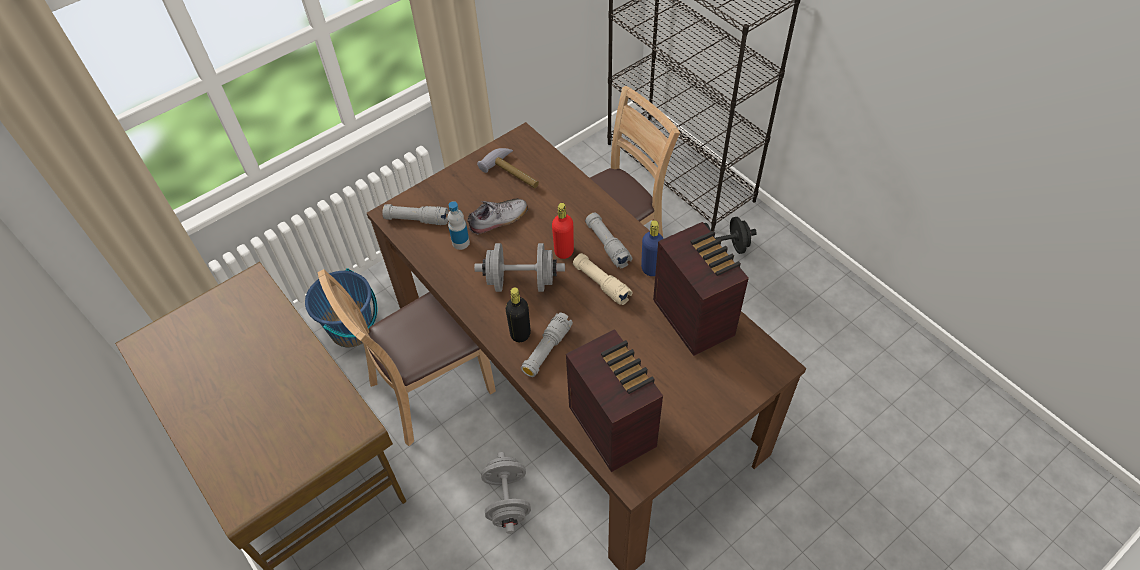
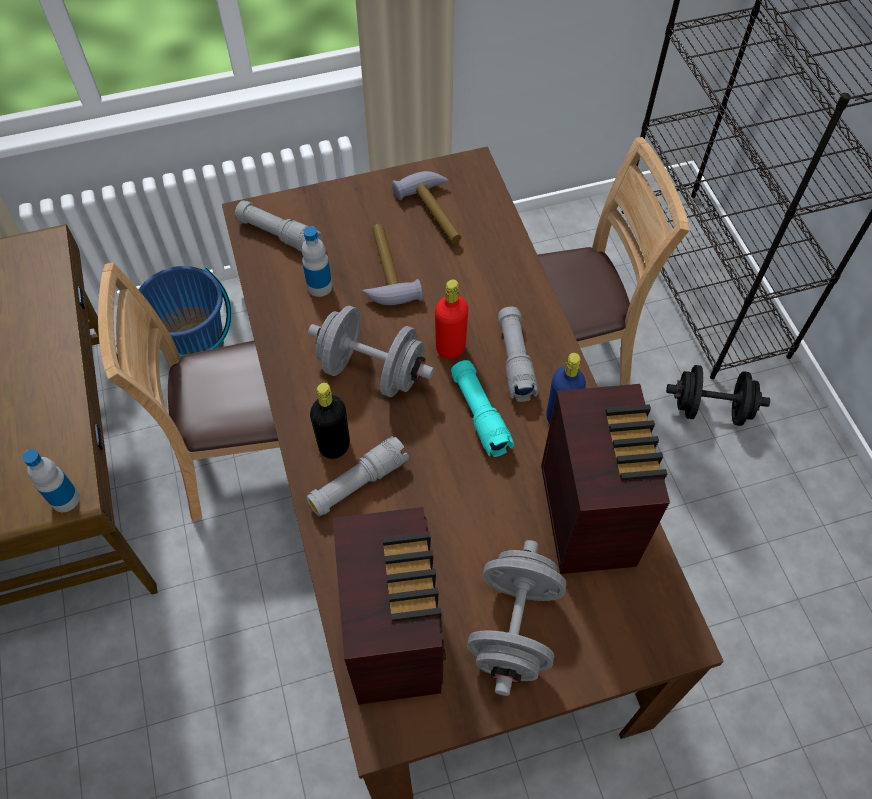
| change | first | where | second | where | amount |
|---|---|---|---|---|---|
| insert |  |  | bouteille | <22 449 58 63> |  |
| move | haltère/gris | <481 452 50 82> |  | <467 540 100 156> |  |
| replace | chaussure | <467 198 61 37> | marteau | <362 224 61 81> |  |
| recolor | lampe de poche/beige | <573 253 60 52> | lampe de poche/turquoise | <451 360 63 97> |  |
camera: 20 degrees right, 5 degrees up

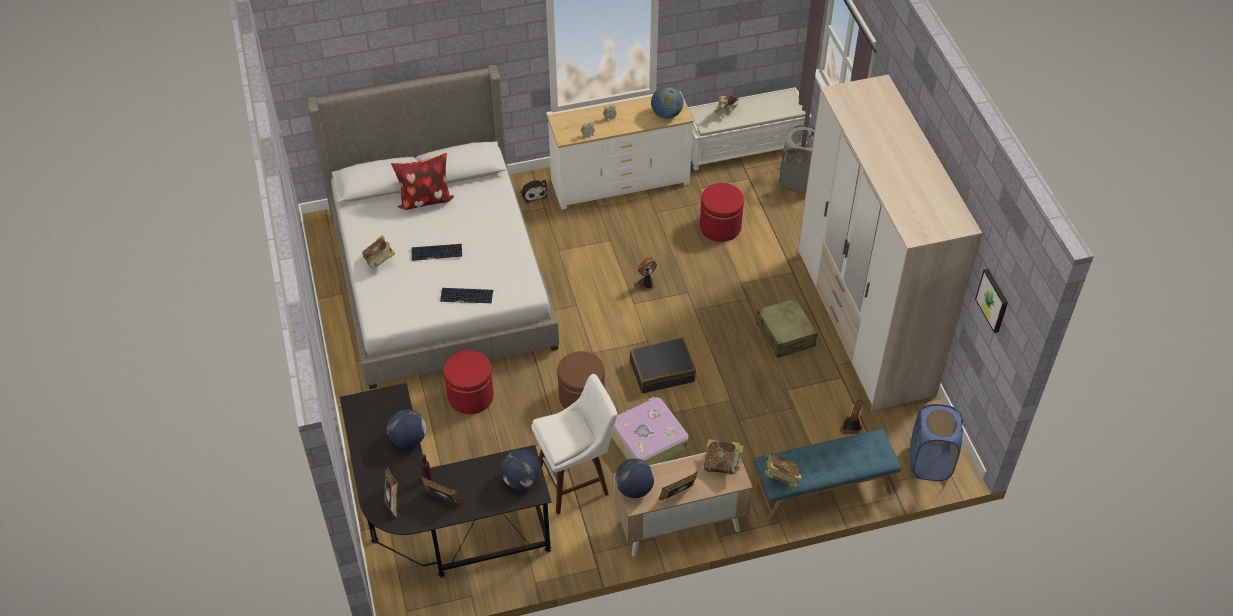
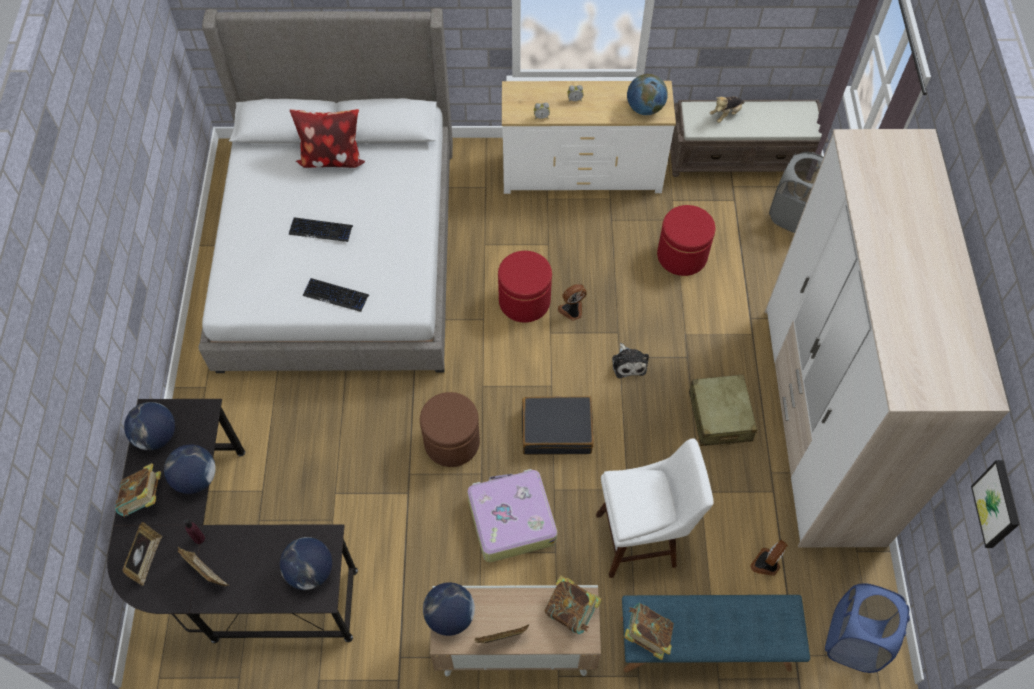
| change | first | where | second | where | amount |
|---|---|---|---|---|---|
| insert |  |  | globe | <124 402 51 48> |  |
| move | livre | <362 235 33 34> |  | <115 463 46 54> |  |
| move | pouf/rouge | <444 350 50 64> |  | <498 251 54 71> |  |
| move | peluche | <520 180 28 24> |  | <612 343 37 35> |  |
| move | tabouret/blanc | <531 374 86 141> |  | <596 438 118 140> |  |
| recolor | banc/blanc | <688 87 124 84> | banc/marron | <670 100 159 77> |  |
camera: 15 degrees right, 10 degrees up

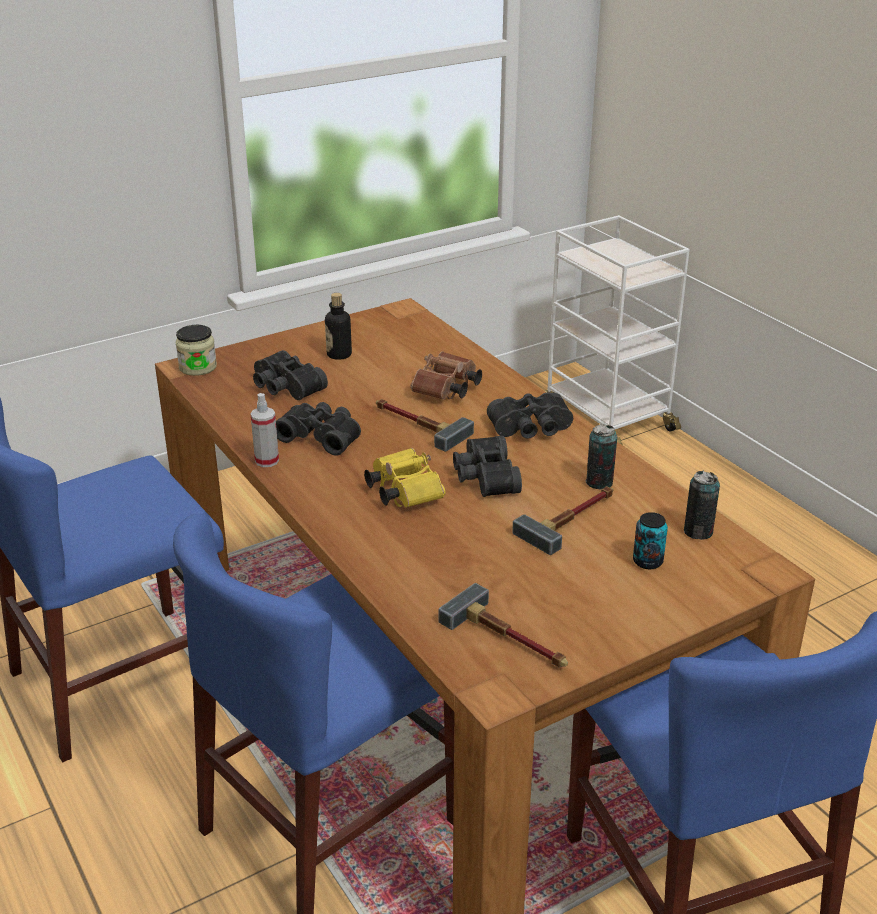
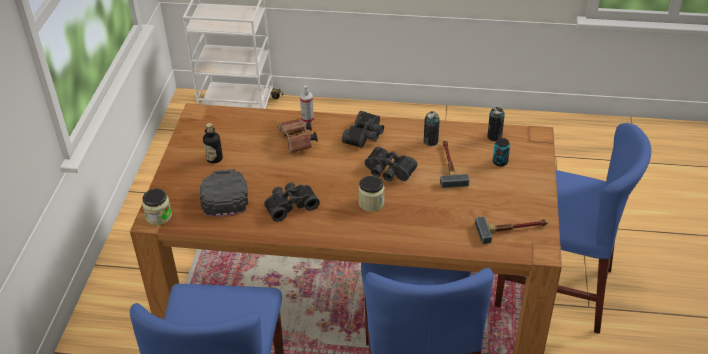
| change | first | where | second | where | amount |
|---|---|---|---|---|---|
| delete | marteau | <376 399 98 53> |  |  |  |
| move | vaporisateur | <250 393 29 74> |  | <300 85 14 39> |  |
| replace | jumelles/noir | <253 350 75 50> | casquette/noir | <200 169 48 48> |  |
| replace | jumelles/jaune | <364 448 81 60> | bocal | <358 176 26 36> |  |
camera: 50 degrees left, 10 degrees up

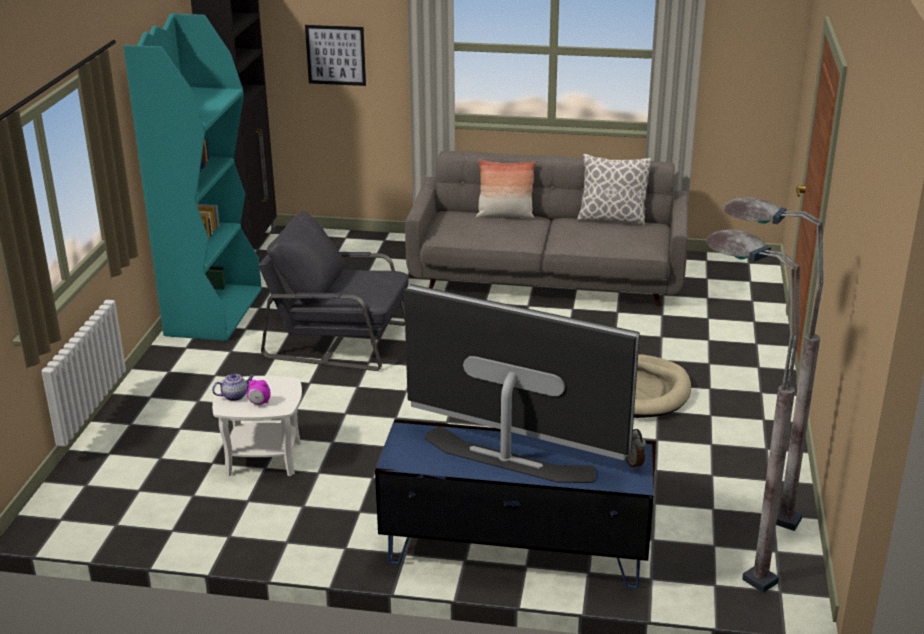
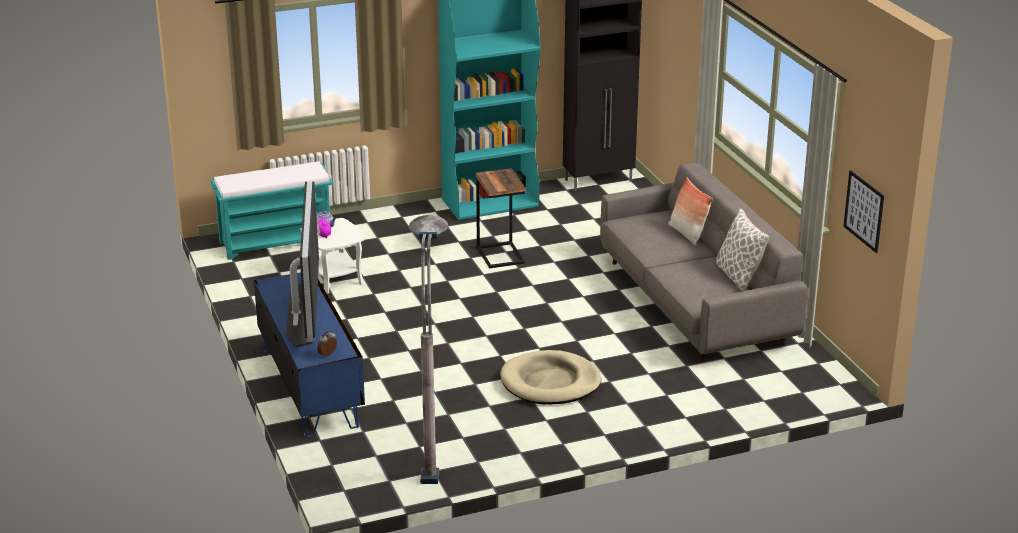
| change | first | where | second | where | amount |
|---|---|---|---|---|---|
| delete | lampadaire/gris | <706 230 94 363> |  |  |  |
| insert |  |  | banc/turquoise | <211 161 122 99> |  |
| move | tableau | <305 25 61 61> |  | <843 170 41 83> |  |
| replace | fauteuil/gris | <258 211 151 160> | table d'appoint | <476 168 50 100> |  |
camera: 60 degrees right, 0 degrees up

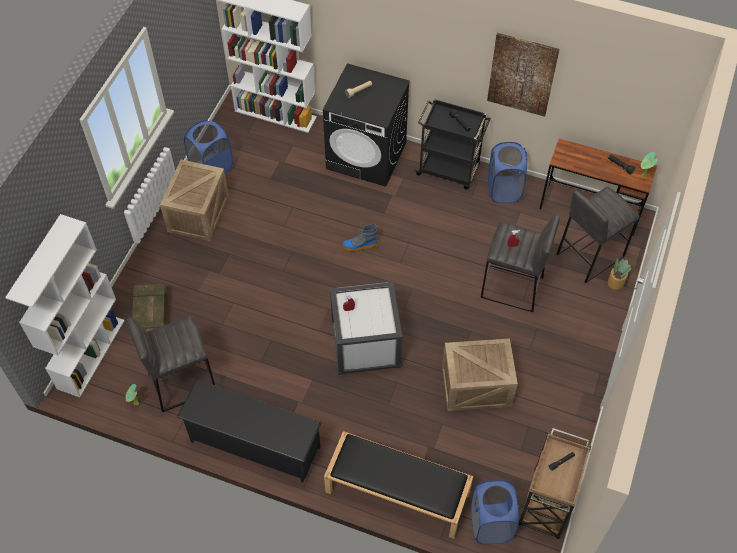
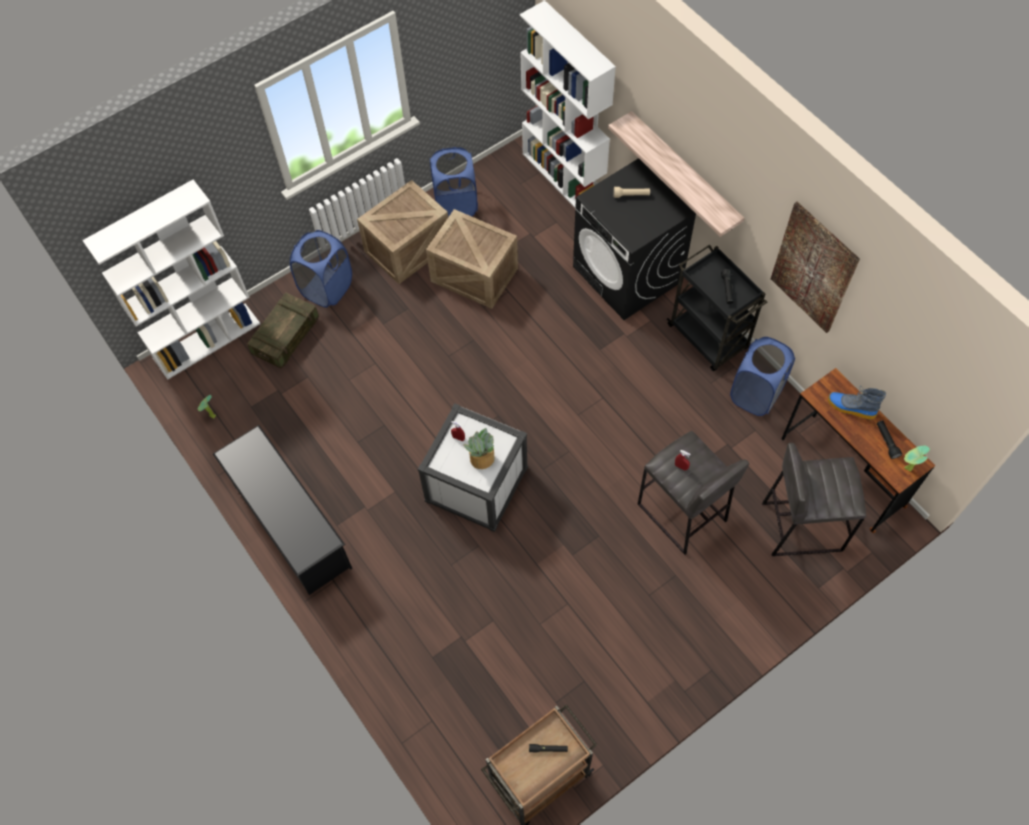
| change | first | where | second | where | amount |
|---|---|---|---|---|---|
| delete | tabouret/gris | <127 316 88 96> |  |  |  |
| delete | banc/noir | <324 431 149 108> |  |  |  |
| insert |  |  | étagère | <608 111 137 126> |  |
| move | botte | <343 224 35 27> |  | <828 386 58 34> |  |
| move | caisse | <442 338 76 73> |  | <426 209 92 100> |  |
| move | panier à linge/bleu | <471 480 48 64> |  | <290 230 62 78> |  |
| move | plante en pot | <608 258 24 32> |  | <463 428 32 41> |  |
camera: 35 degrees right, 5 degrees up

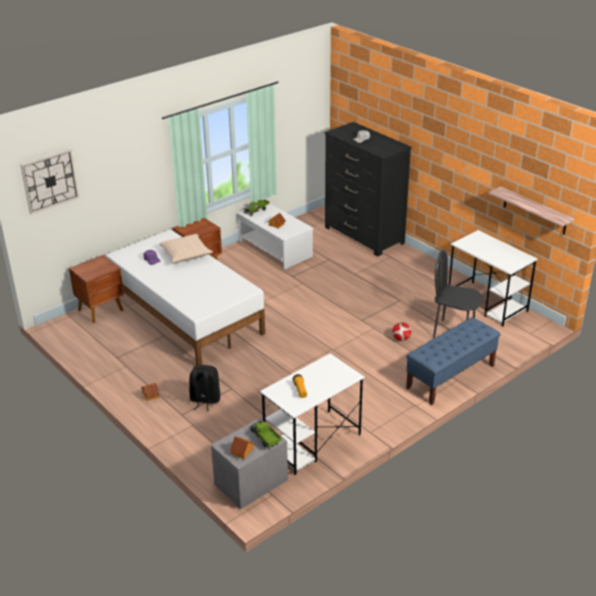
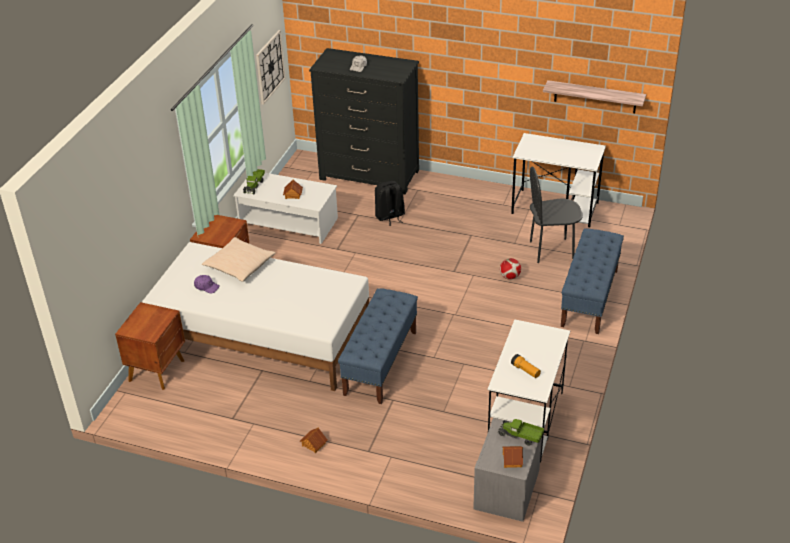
| change | first | where | second | where | amount |
|---|---|---|---|---|---|
| insert |  |  | banc/bleu | <338 288 80 116> |  |
| move | horloge murale | <21 149 58 65> |  | <256 30 30 75> |  |
| move | sac à dos/noir | <189 365 31 46> |  | <375 181 30 45> |  |
camera: 30 degrees left, 5 degrees up

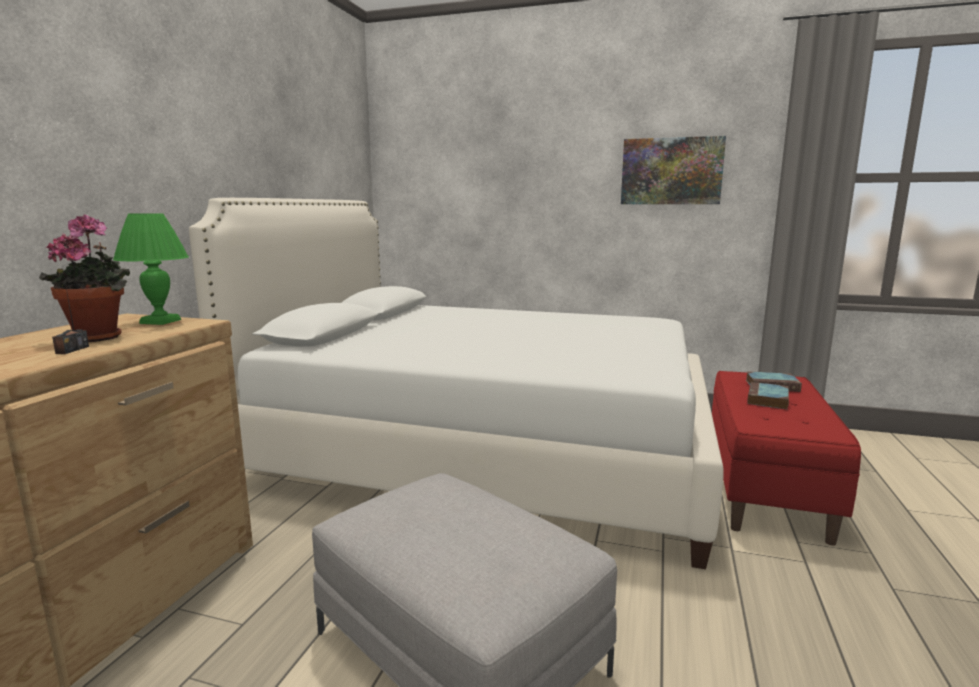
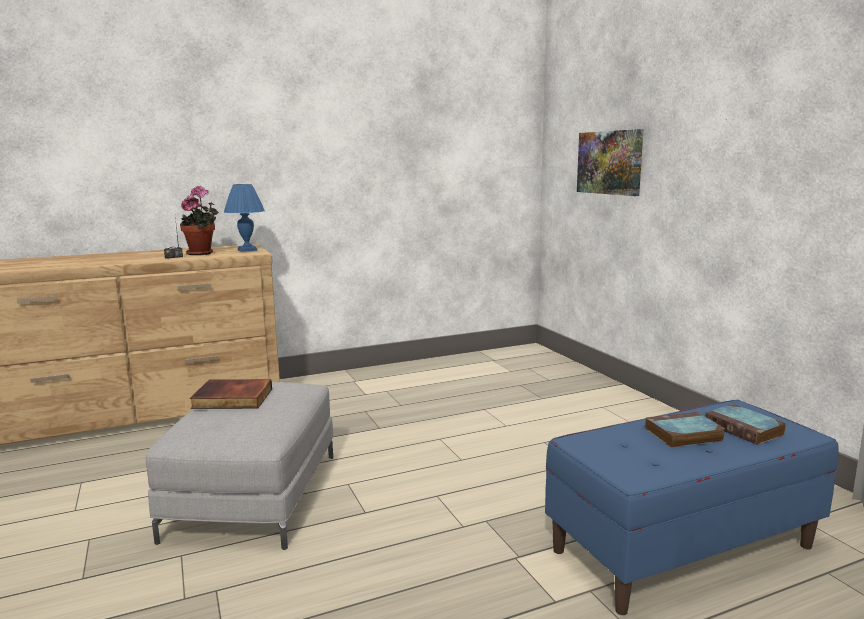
| change | first | where | second | where | amount |
|---|---|---|---|---|---|
| delete | lit/blanc | <189 198 535 371> |  |  |  |
| insert |  |  | livre | <190 379 82 30> |  |
| move | tableau | <621 136 105 68> |  | <577 129 67 67> |  |
| recolor | lampe de table/vert | <113 213 76 112> | lampe de table/bleu | <224 184 41 68> |  |
| recolor | banc/rouge | <712 371 149 175> | banc/bleu | <545 400 294 215> |  |
camera: 50 degrees right, 0 degrees up

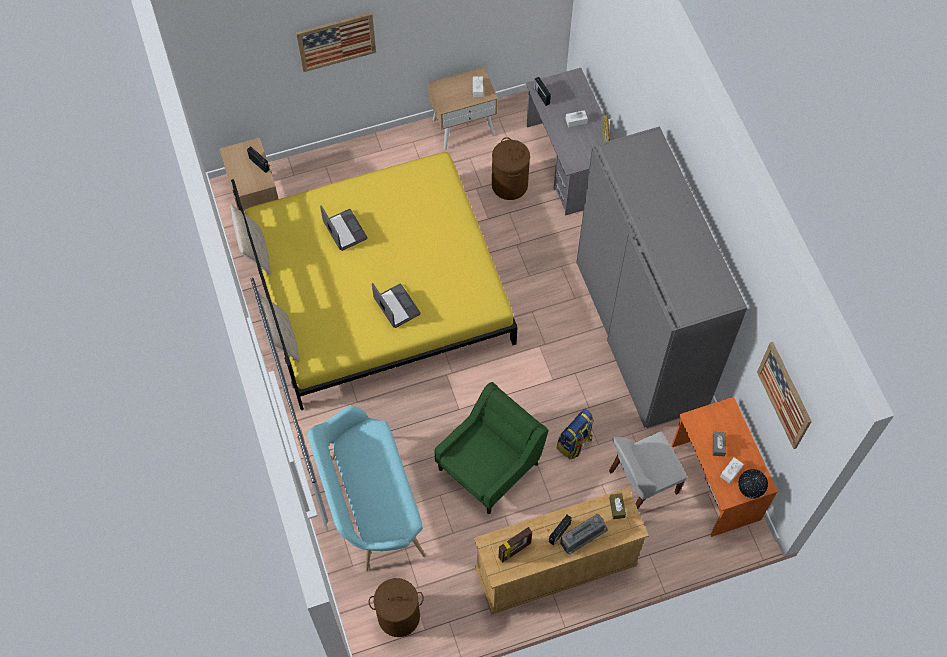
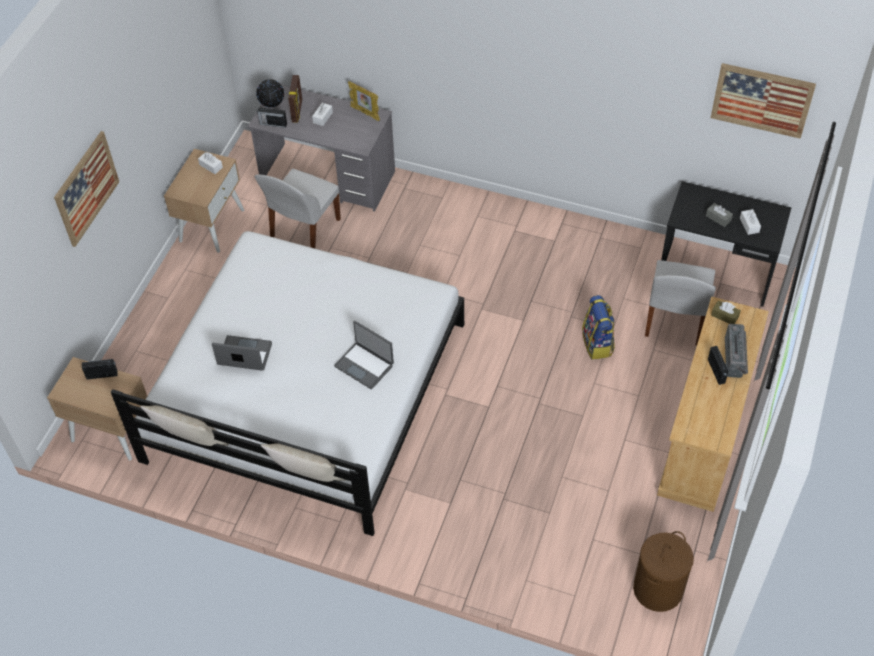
| change | first | where | second | where | amount |
|---|---|---|---|---|---|
| delete | banc/turquoise | <308 406 118 165> |  |  |  |
| delete | fauteuil/vert | <434 382 114 132> |  |  |  |
| delete | armoire/gris | <576 127 171 301> |  |  |  |
| move | cadre photo | <498 527 34 36> |  | <288 75 14 48> |  |
| move | globe | <738 469 30 30> |  | <256 79 28 29> |  |
| replace | panier à linge/marron | <492 137 38 63> | chaise/blanc | <254 169 87 79> |  |
| recolor | lit/jaune | <231 152 287 258> | lit/blanc | <111 231 353 305> |  |
| recolor | bureau/orange | <672 397 106 140> | bureau/noir | <661 181 130 126> |  |
| rotate | ordinateur portable | <372 283 49 45> |  | <334 321 60 68> | 150 degrees counterclockwise |
camera: 50 degrees left, 10 degrees down

